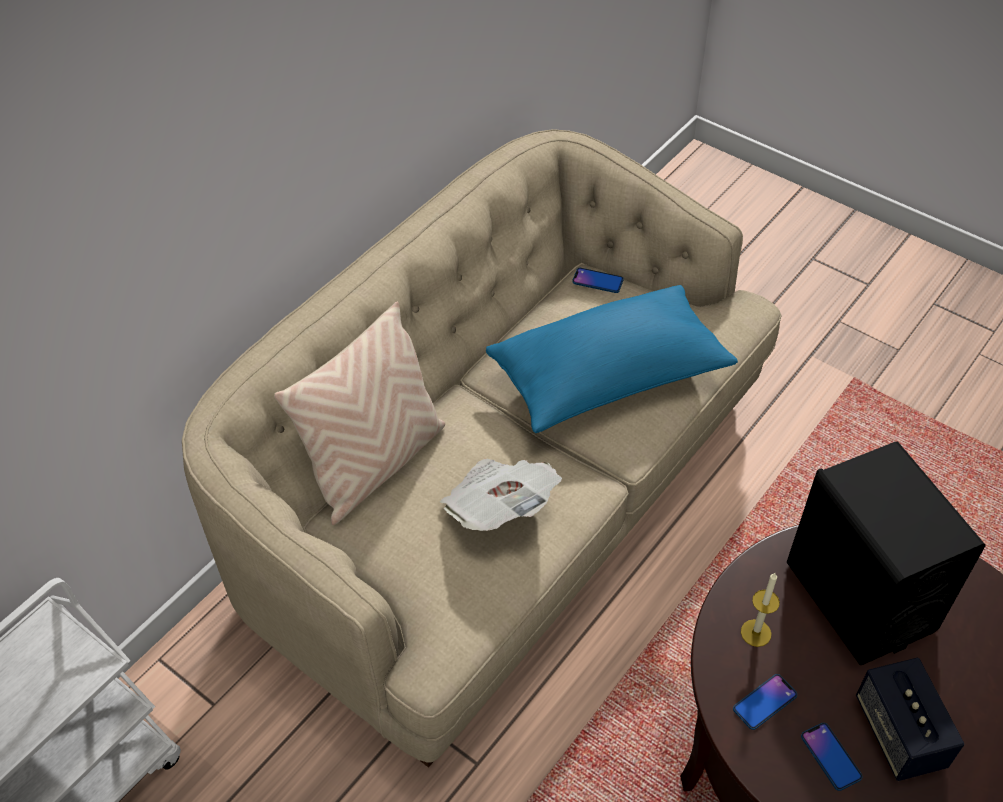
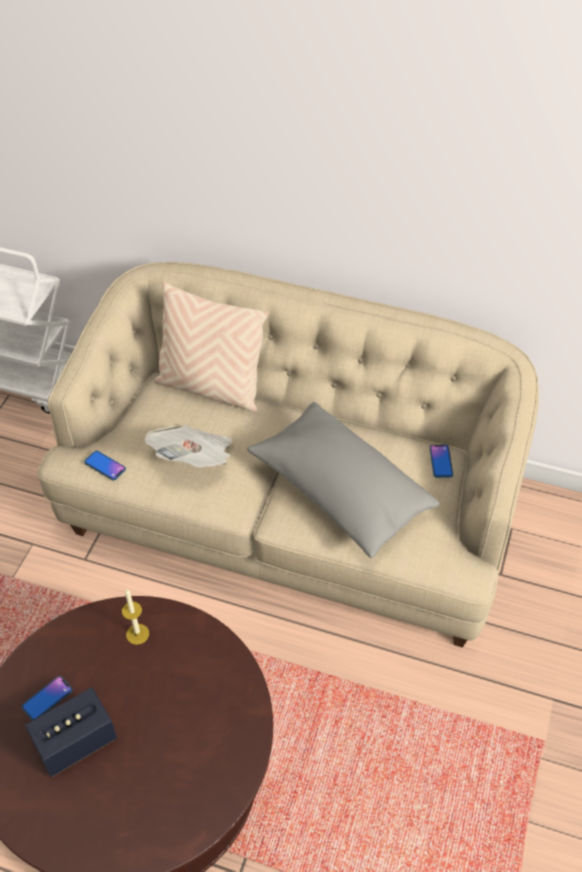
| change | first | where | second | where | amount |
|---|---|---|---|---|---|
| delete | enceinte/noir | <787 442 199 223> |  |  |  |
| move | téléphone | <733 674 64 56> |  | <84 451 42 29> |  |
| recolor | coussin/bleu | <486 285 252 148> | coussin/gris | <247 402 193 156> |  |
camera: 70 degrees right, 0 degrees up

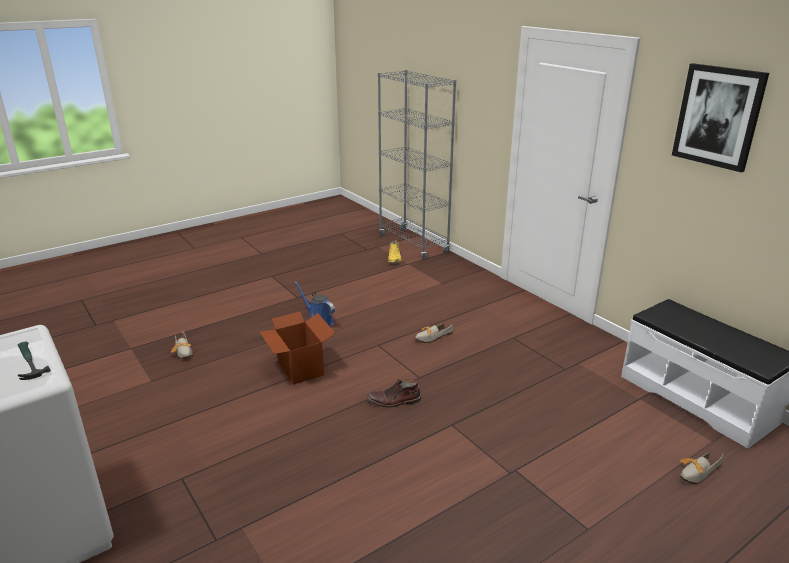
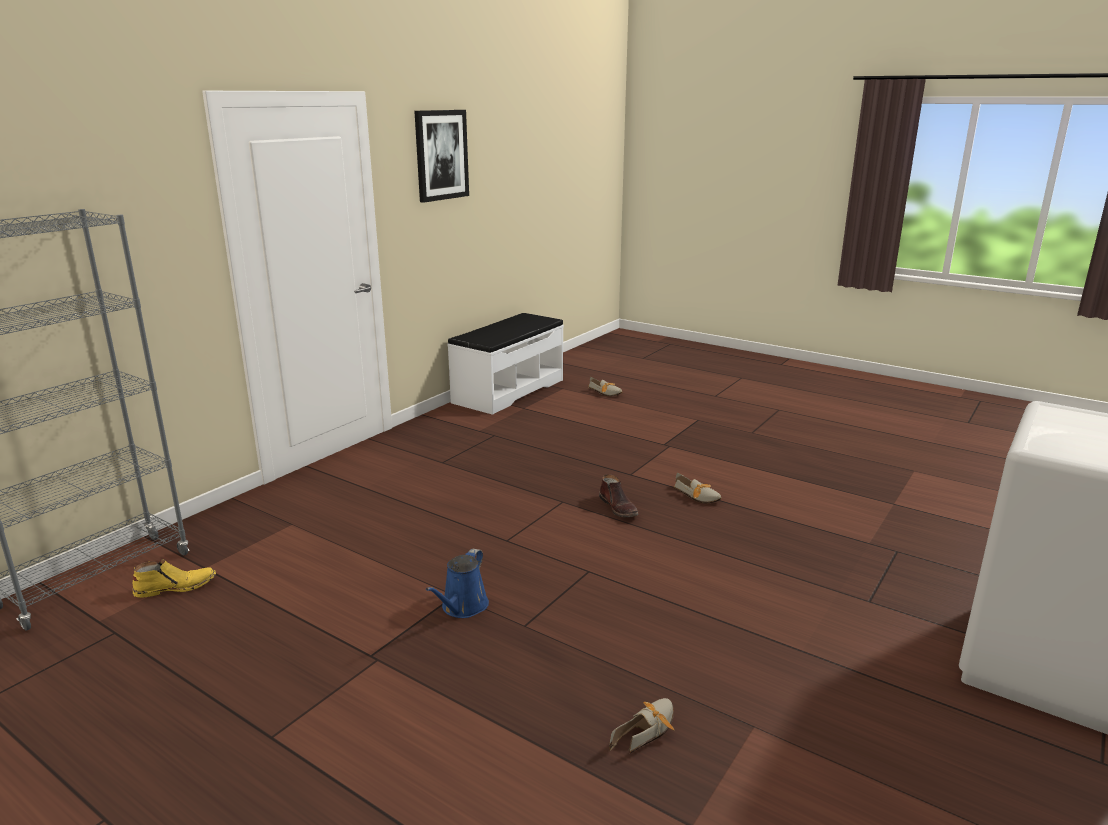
| change | first | where | second | where | amount |
|---|---|---|---|---|---|
| delete | marteau | <18 342 33 38> |  |  |  |
| delete | carton | <260 312 75 73> |  |  |  |
| move | chaussure | <415 324 38 19> |  | <674 472 48 32> |  |
camera: 110 degrees left, 5 degrees down

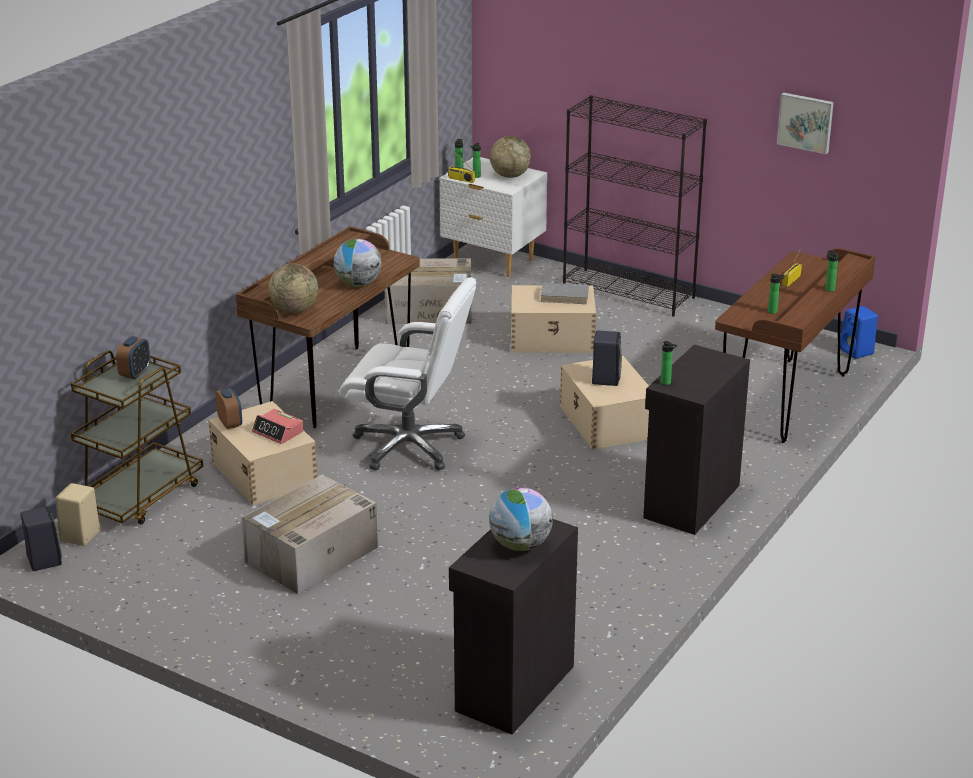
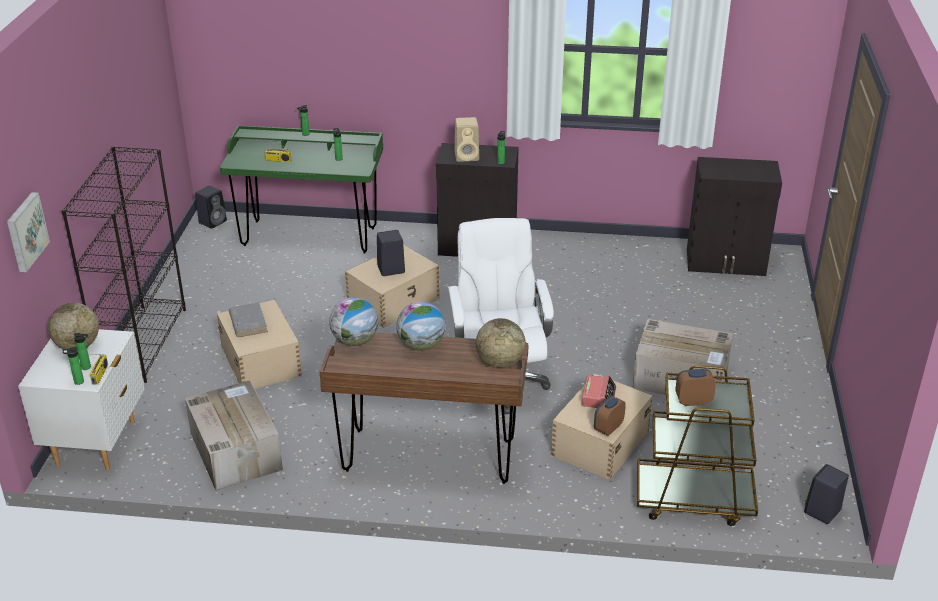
| change | first | where | second | where | amount |
|---|---|---|---|---|---|
| move | enceinte/beige | <56 483 44 63> |  | <455 117 24 45> |  |
| move | globe | <489 487 64 64> |  | <329 297 49 49> |  |
| move | tableau | <777 93 57 61> |  | <7 192 43 80> |  |
| recolor | bureau/marron | <715 248 160 195> | bureau/vert | <220 125 163 129> |  |
| recolor | enceinte/bleu | <840 306 38 53> | enceinte/noir | <195 185 32 44> |  |
camera: 115 degrees left, 5 degrees up

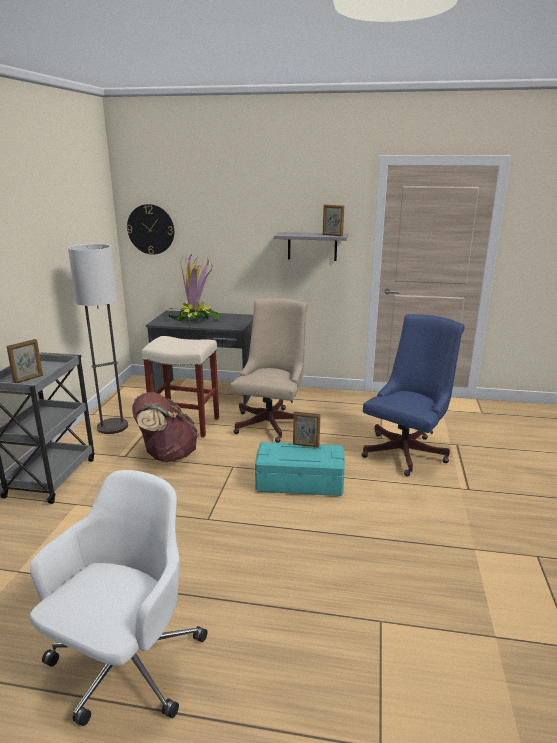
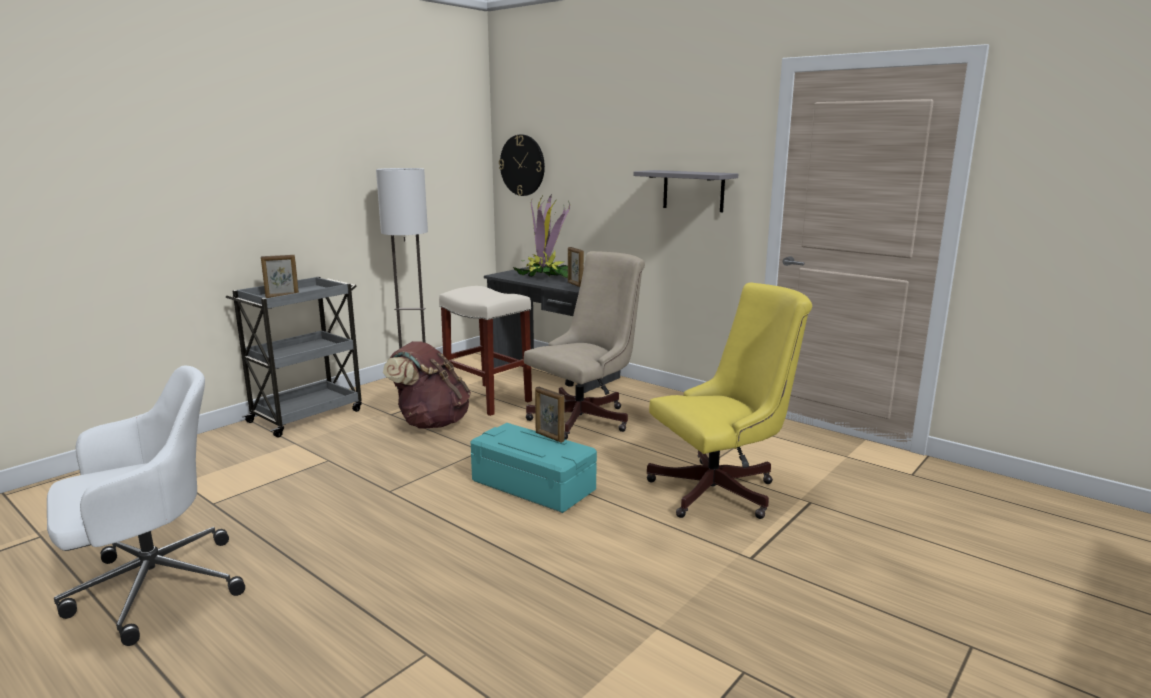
| change | first | where | second | where | amount |
|---|---|---|---|---|---|
| move | cadre photo | <323 205 21 31> |  | <568 247 16 40> |  |
| recolor | chaise de bureau/bleu | <362 314 103 162> | chaise de bureau/jaune | <647 283 165 236> |  |
camera: 30 degrees right, 5 degrees down

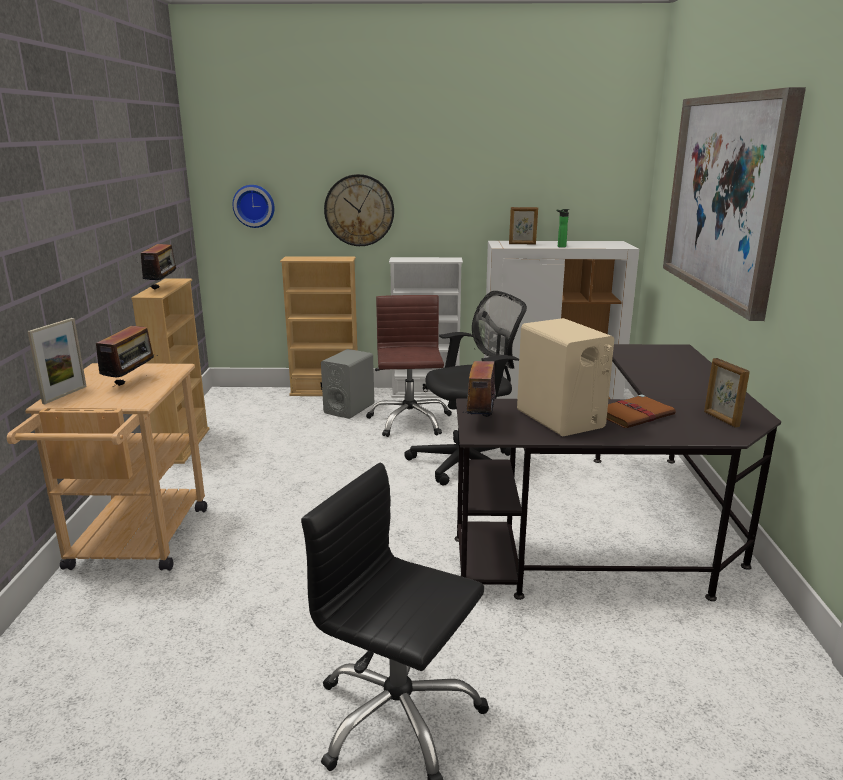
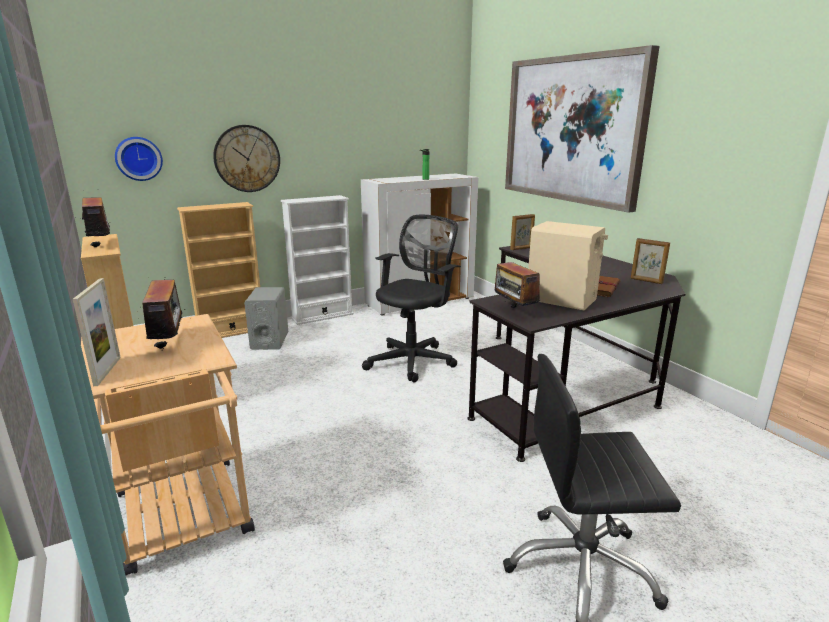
| change | first | where | second | where | amount |
|---|---|---|---|---|---|
| delete | chaise de bureau/marron | <366 295 86 142> |  |  |  |
| move | cadre photo | <509 207 29 37> |  | <510 214 25 36> |  |
camera: 30 degrees left, 0 degrees up

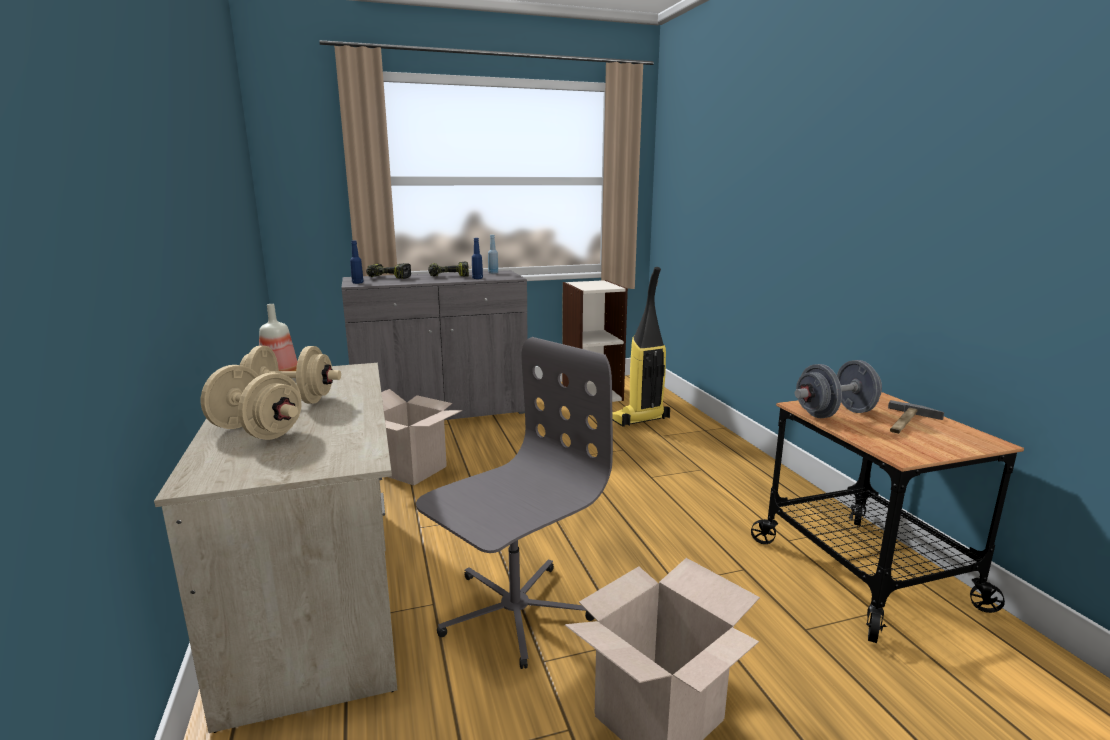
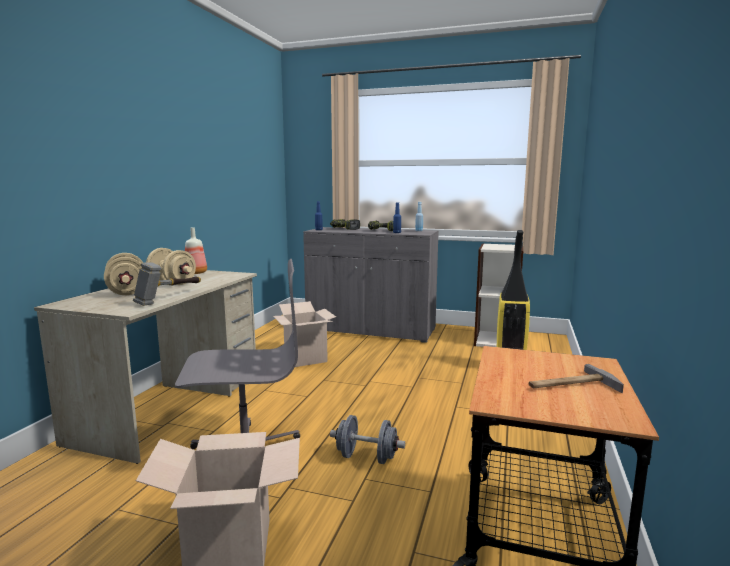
| change | first | where | second | where | amount |
|---|---|---|---|---|---|
| insert |  |  | marteau | <133 262 68 44> |  |
| move | haltère/gris | <795 360 87 58> |  | <330 415 75 49> |  |
camera: 35 degrees right, 5 degrees down

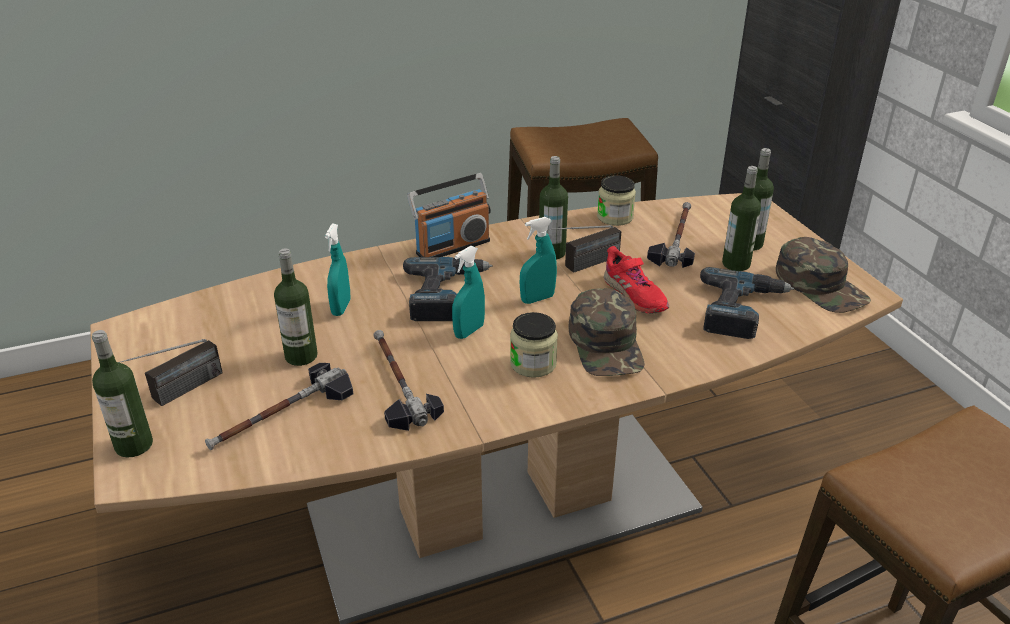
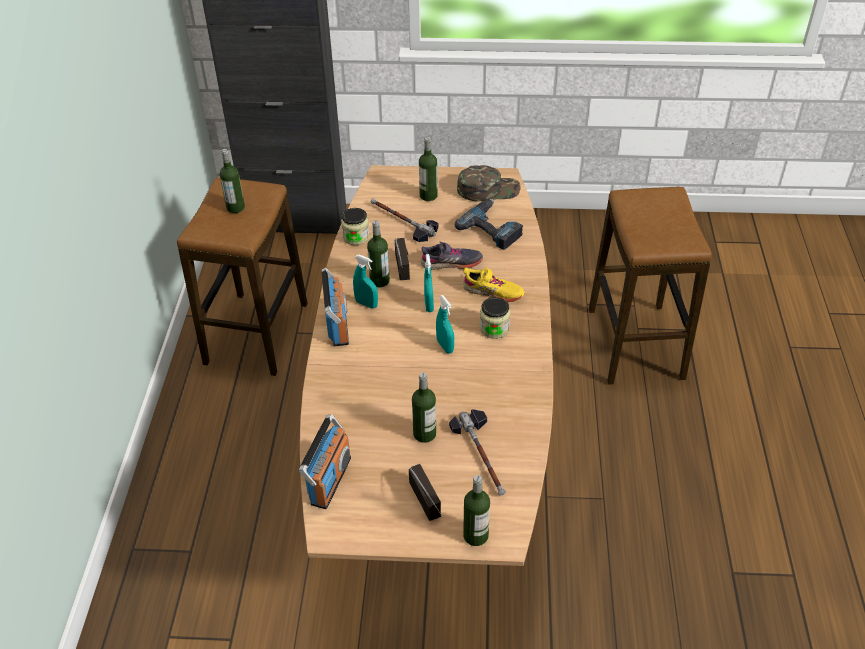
| change | first | where | second | where | amount |
|---|---|---|---|---|---|
| delete | marteau | <373 330 71 101> |  |  |  |
| delete | perceuse | <403 257 89 64> |  |  |  |
| insert |  |  | radio | <299 414 52 95> |  |
| move | vaporisateur/turquoise | <325 224 25 92> |  | <353 255 25 54> |  |
| move | bouteille | <722 166 39 105> |  | <220 149 25 64> |  |
| replace | casquette/vert | <568 288 77 88> | chaussure/jaune | <463 267 62 35> |  |
| recolor | chaussure/rouge | <604 246 65 68> | chaussure/gris | <421 242 62 28> |  |
camera: 65 degrees left, 10 degrees up

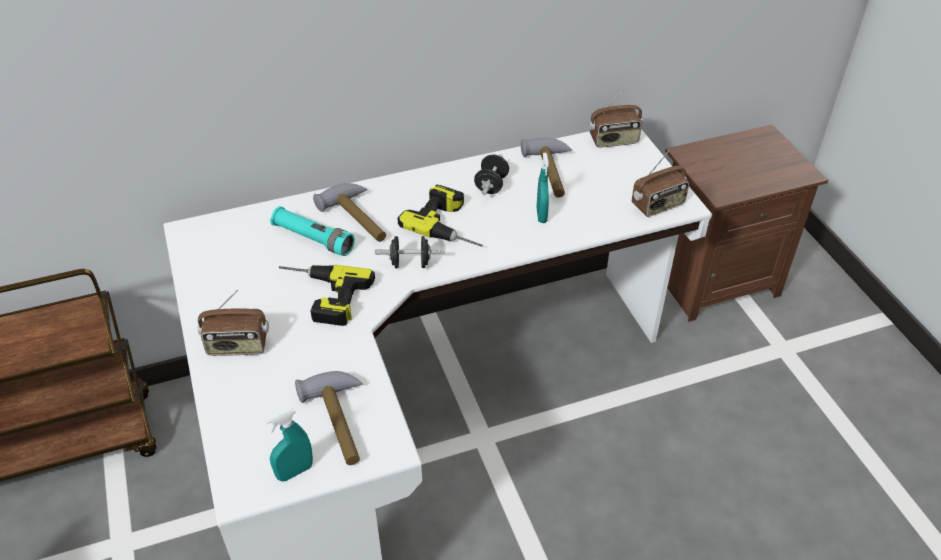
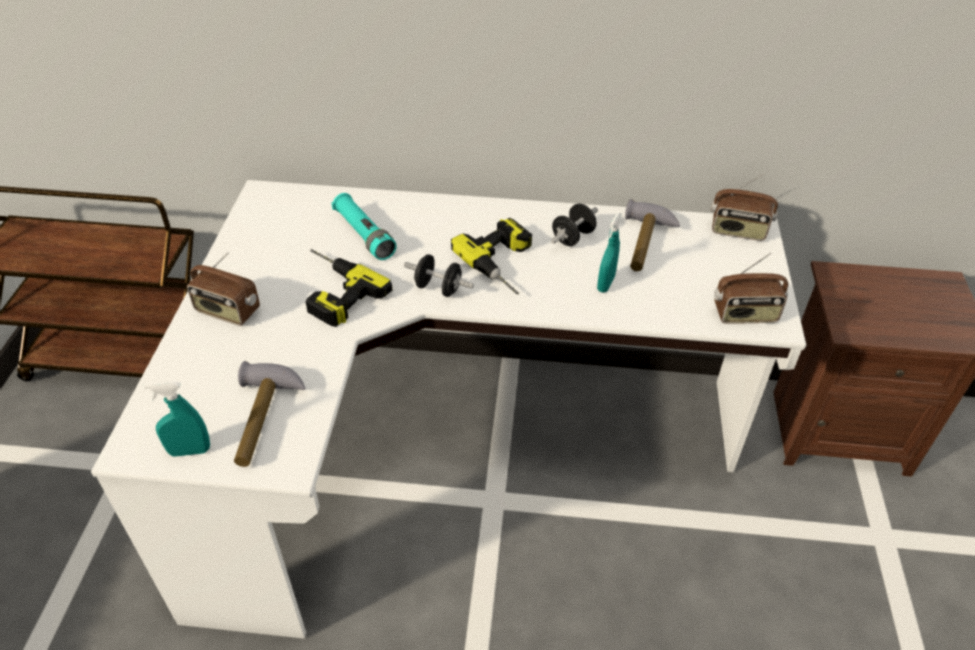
| change | first | where | second | where | amount |
|---|---|---|---|---|---|
| delete | marteau | <313 183 73 59> |  |  |  |
camera: 25 degrees right, 0 degrees up

